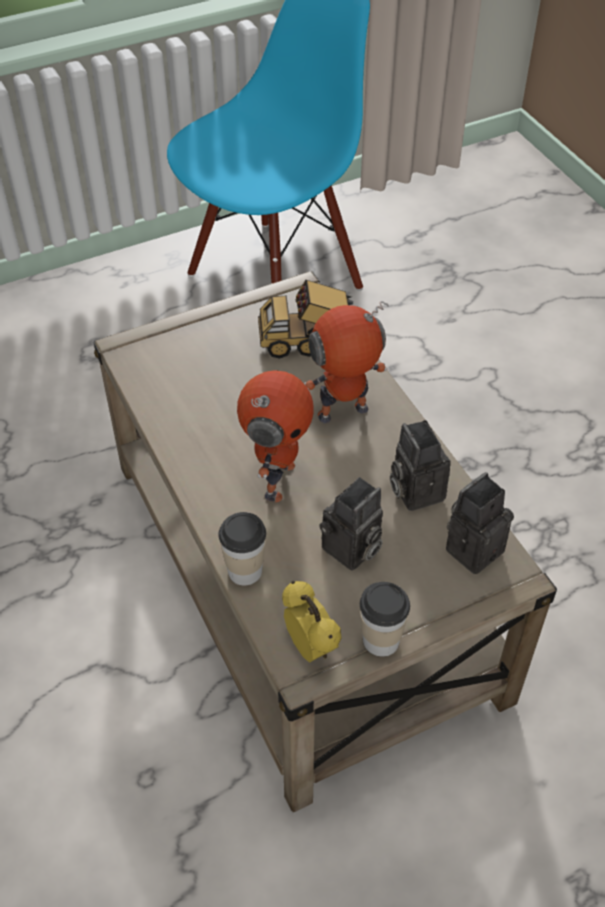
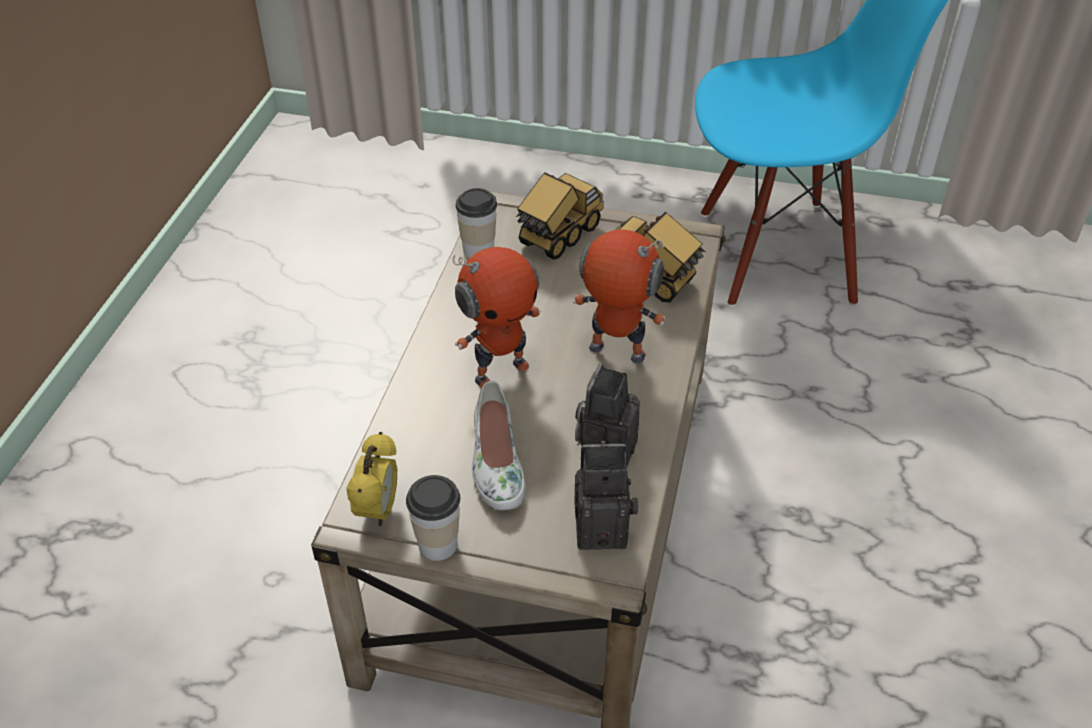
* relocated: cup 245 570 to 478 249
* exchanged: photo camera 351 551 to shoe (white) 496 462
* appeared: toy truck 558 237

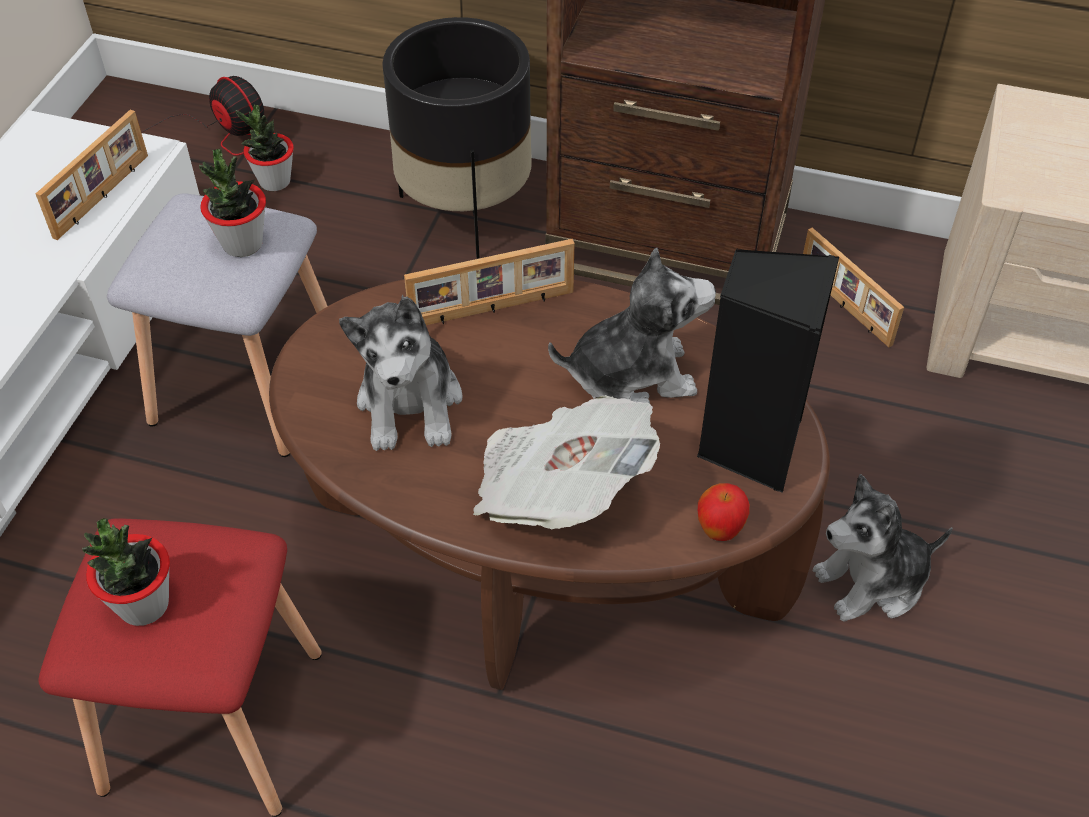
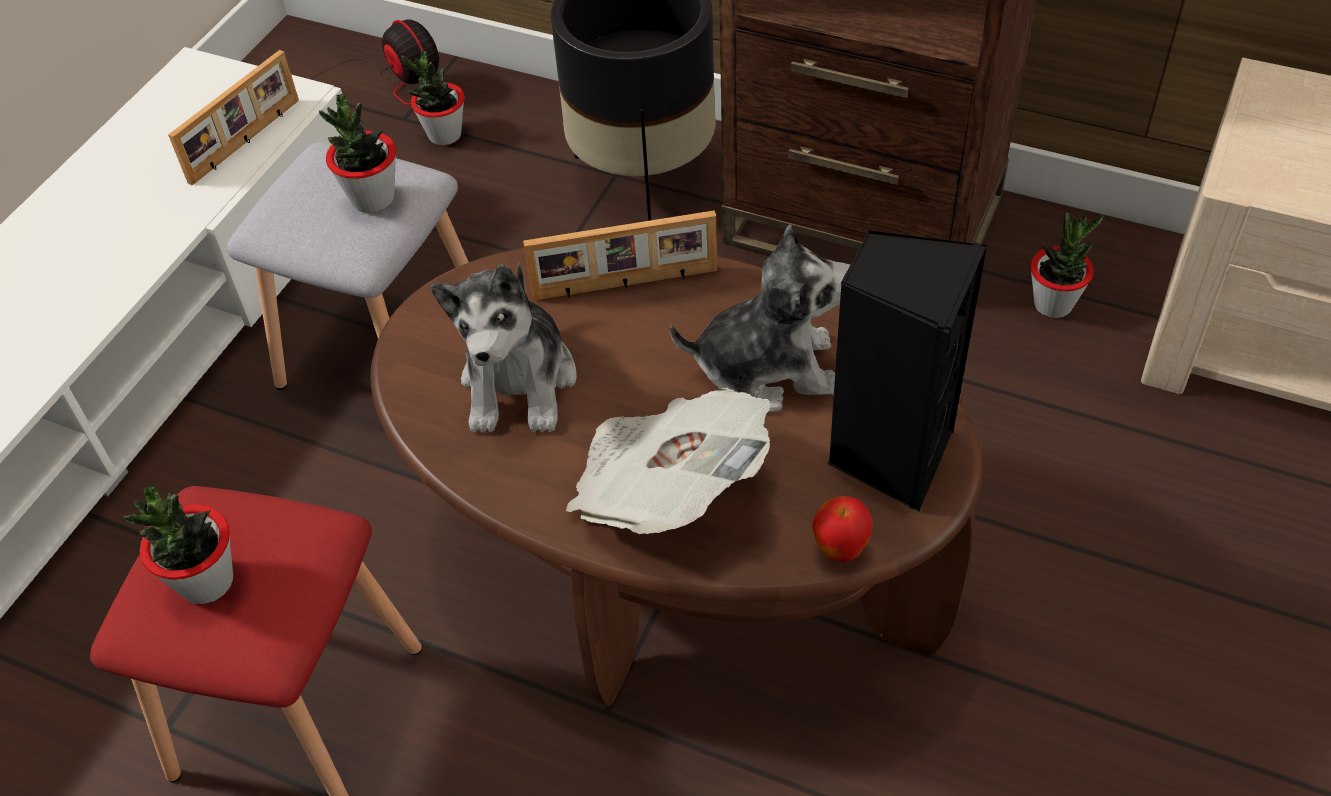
* exchanged: picture frame 843 306 to potted plant 1053 304
* missing: plush toy 872 582

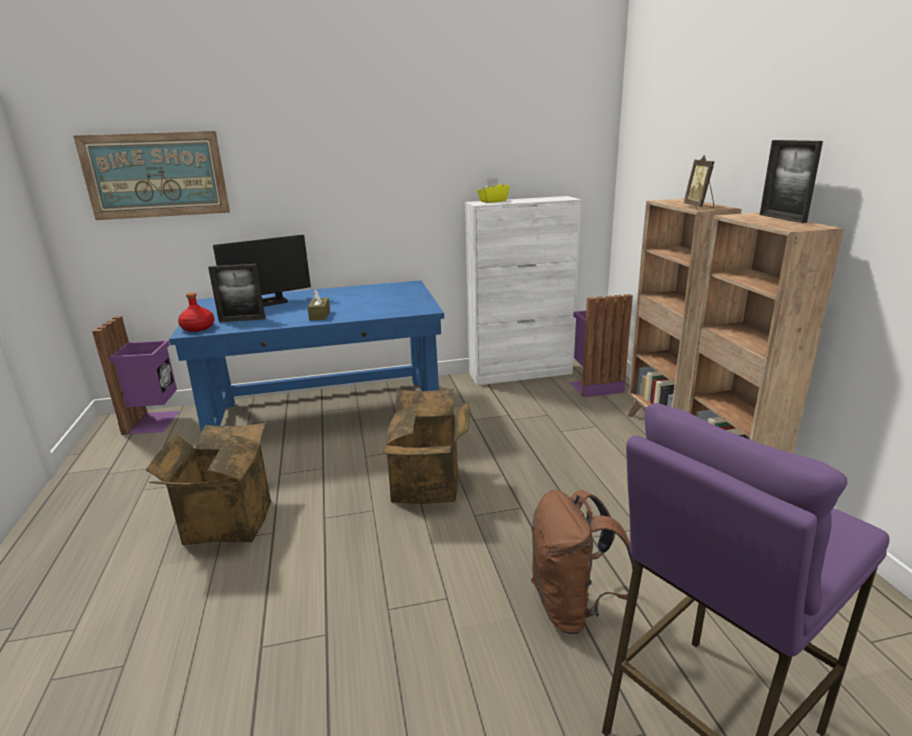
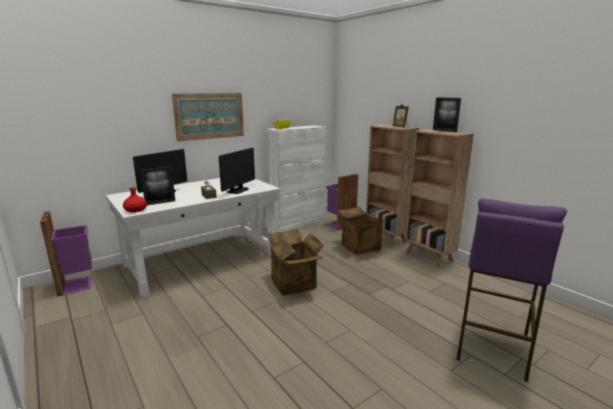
* colour: desk (blue) 327 414 to desk (white) 202 260
* relocated: picture 155 175 to 210 116
* appeared: monitor 237 190
* relocated: cardboard box 225 521 to 359 247
* missing: backpack (brown) 574 607

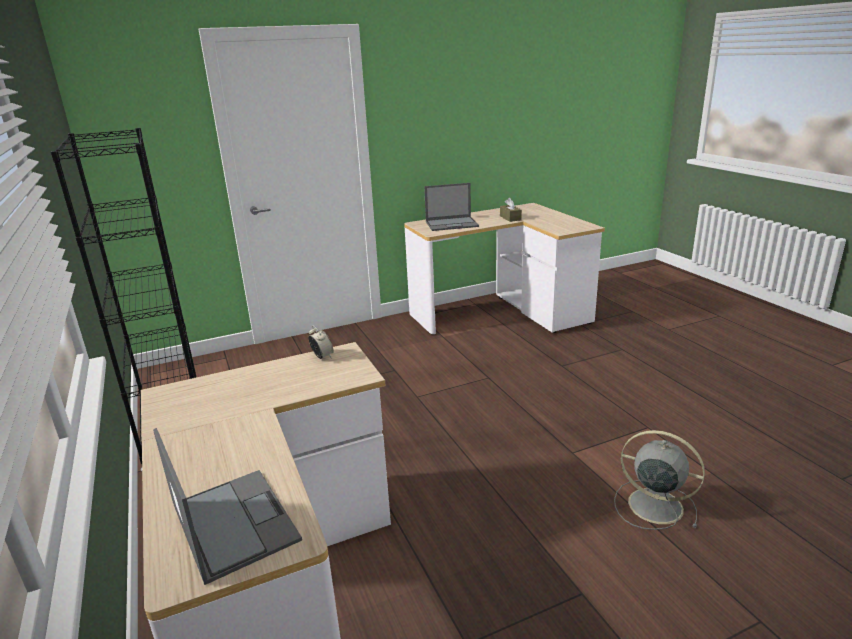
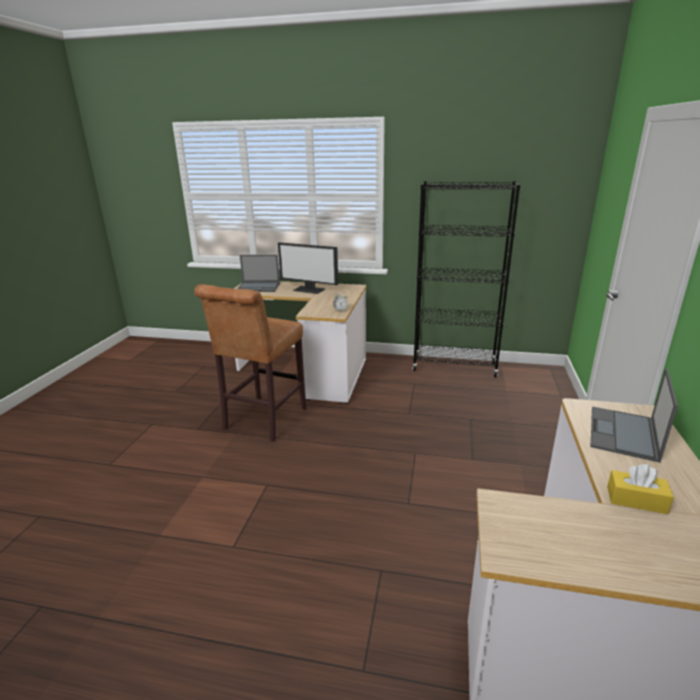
* appeared: stool (brown) 262 421
* appeared: monitor 309 289
* colour: tissue box (brown) 510 218 to tissue box (yellow) 636 500
* missing: fan (grey) 652 505

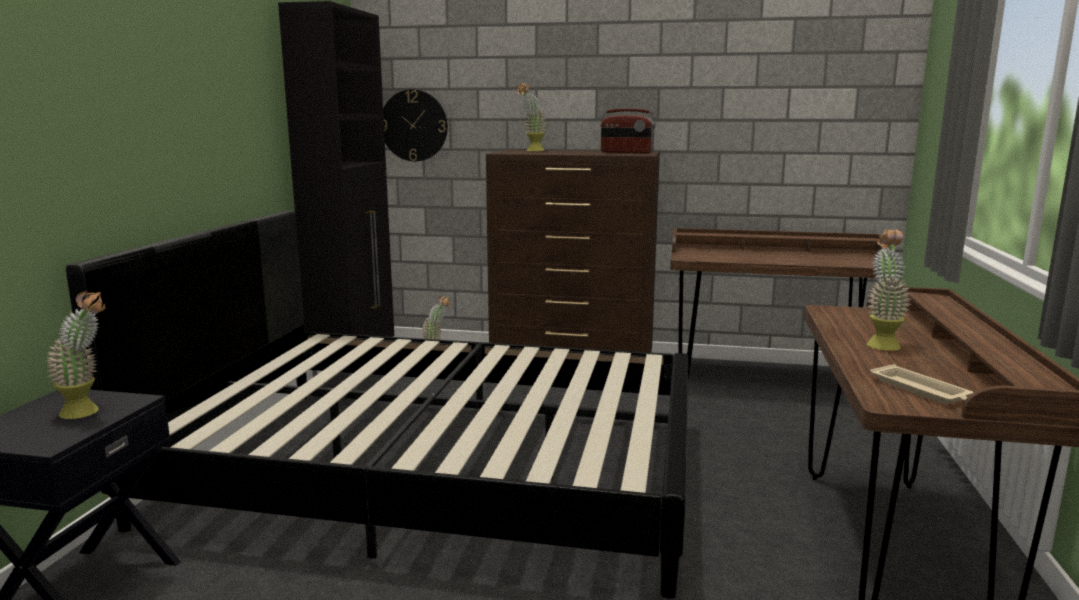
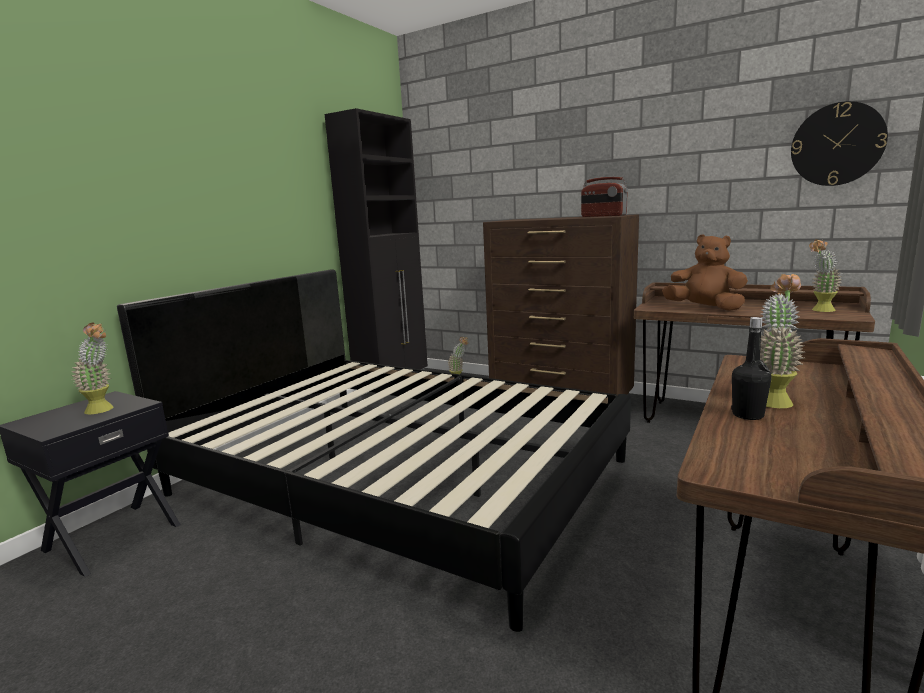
* appeared: plush toy (brown) 705 308
* appeared: bottle (black) 747 415
* relocated: wall clock 414 125 to 837 144
* relocated: potted plant 531 151 to 819 310
* missing: tray (beige) 920 390

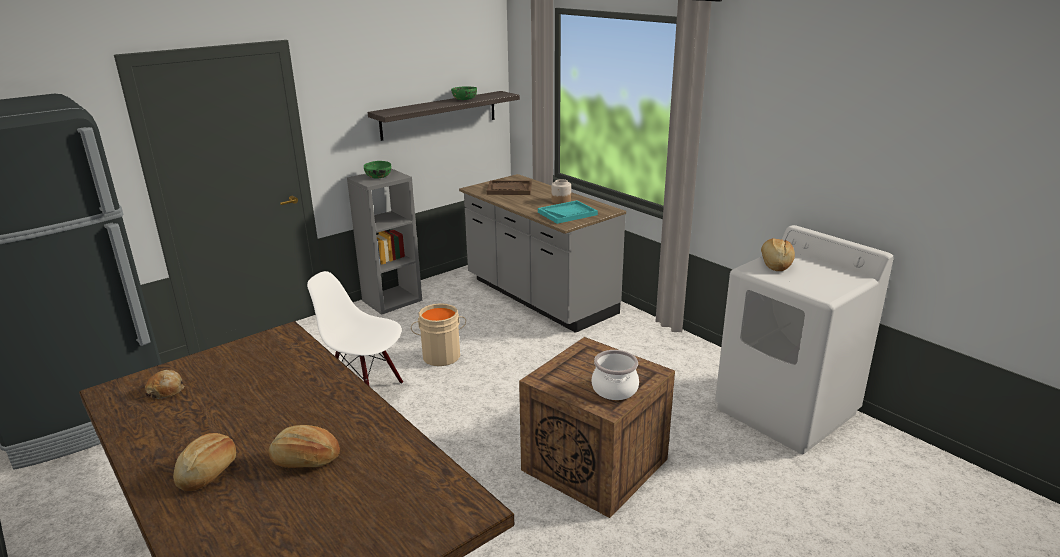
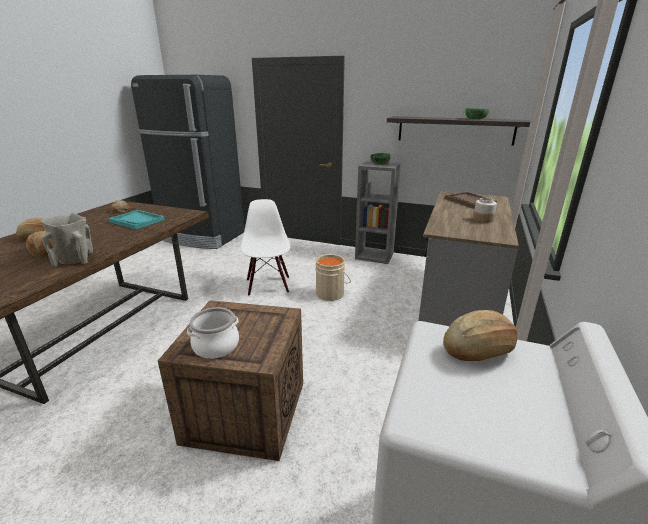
* appeared: vase (beige) 75 260
* relocated: tray (turquoise) 567 213 to 137 221

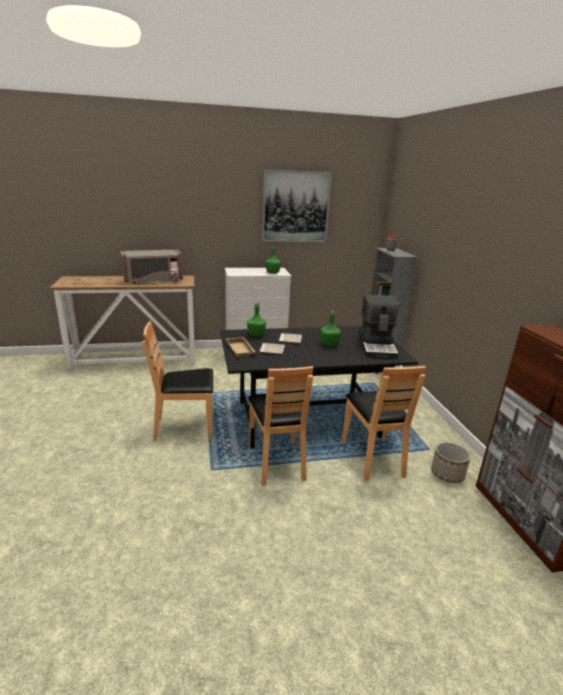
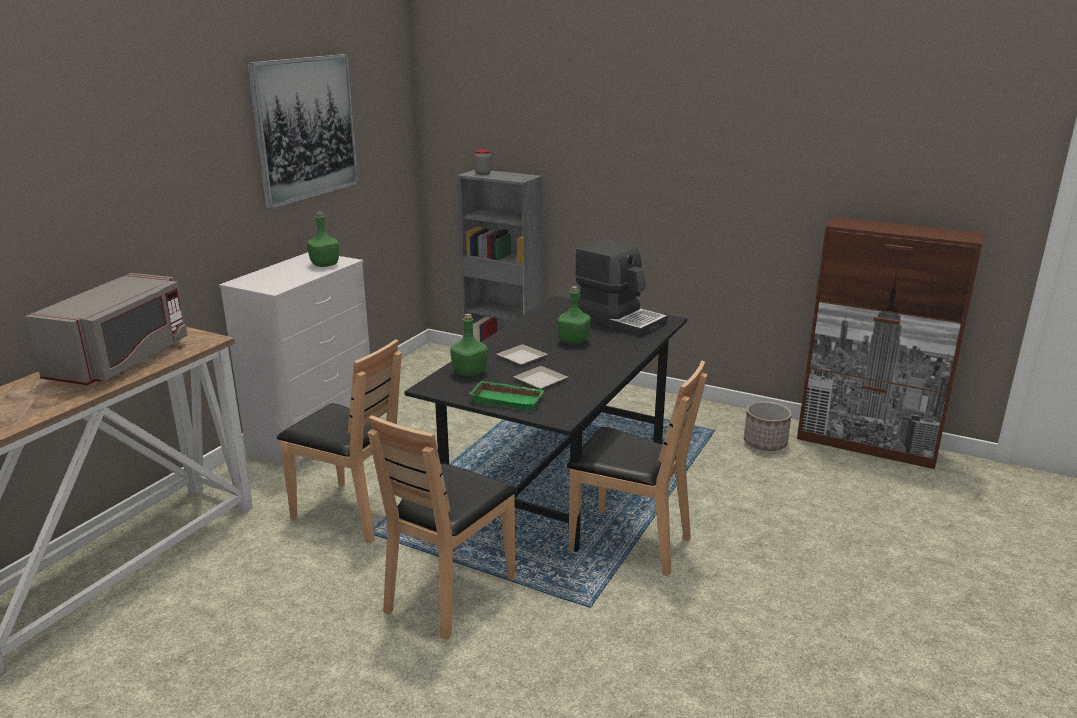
* relocated: chair (brown) 373 458 to 352 512
* colour: tray (beige) 241 349 to tray (green) 508 399

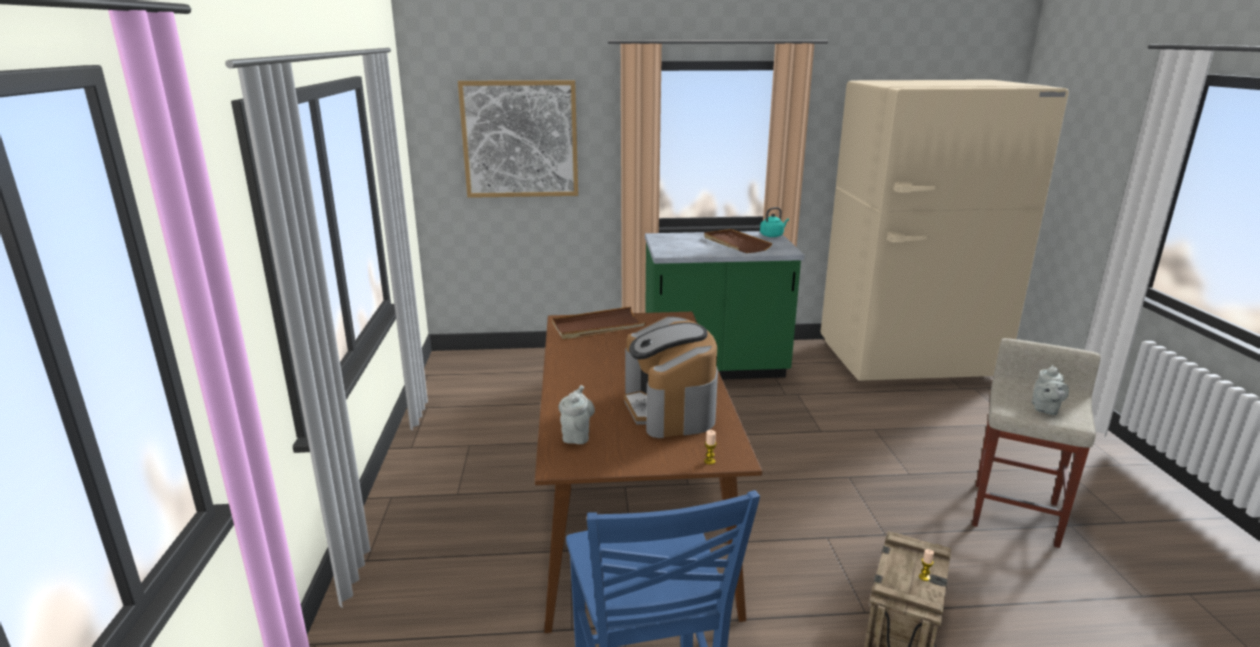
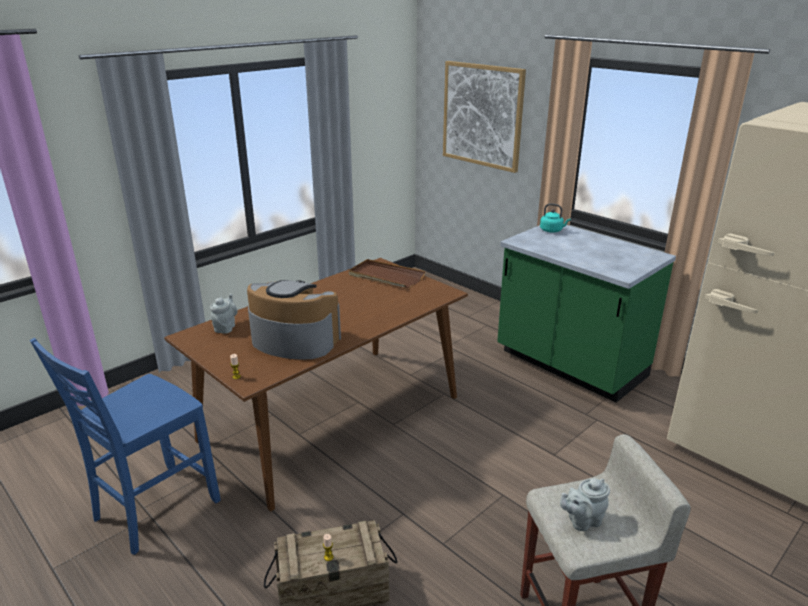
* spun: teapot (grey) 576 435 = 225 327 45 degrees counterclockwise
* spun: coffee machine 670 408 = 294 340 75 degrees clockwise
* relocated: kettle (turquoise) 772 235 to 552 230
* missing: tray (brown) 735 243

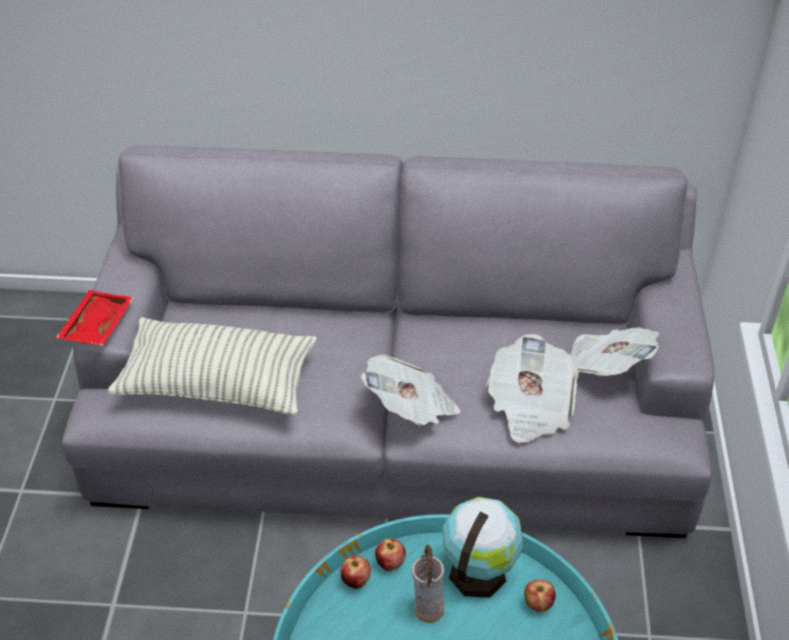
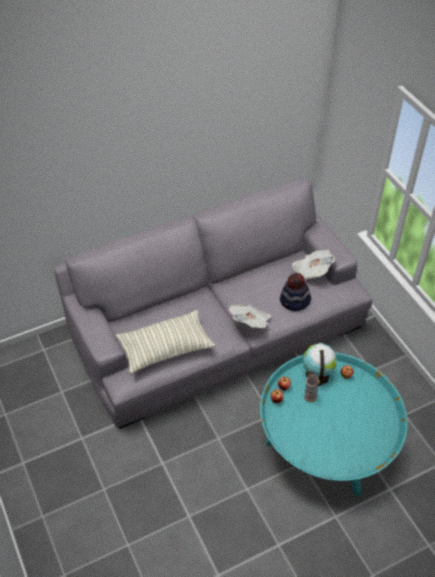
* exchanged: newspaper 530 407 to hat 295 301
* missing: tray (red) 96 325

